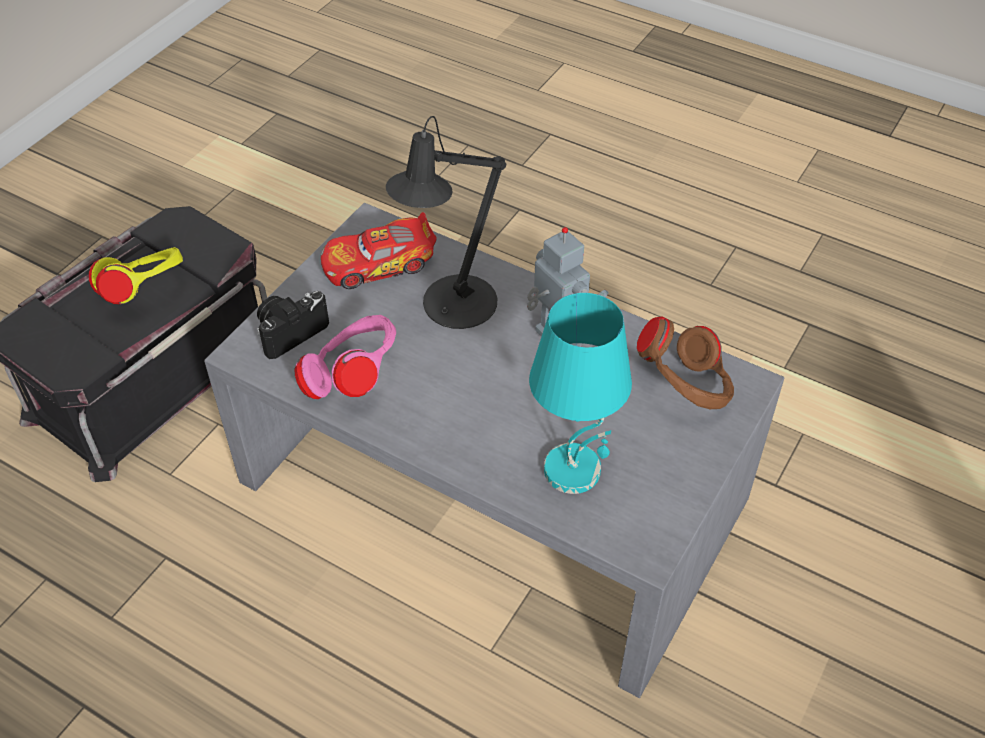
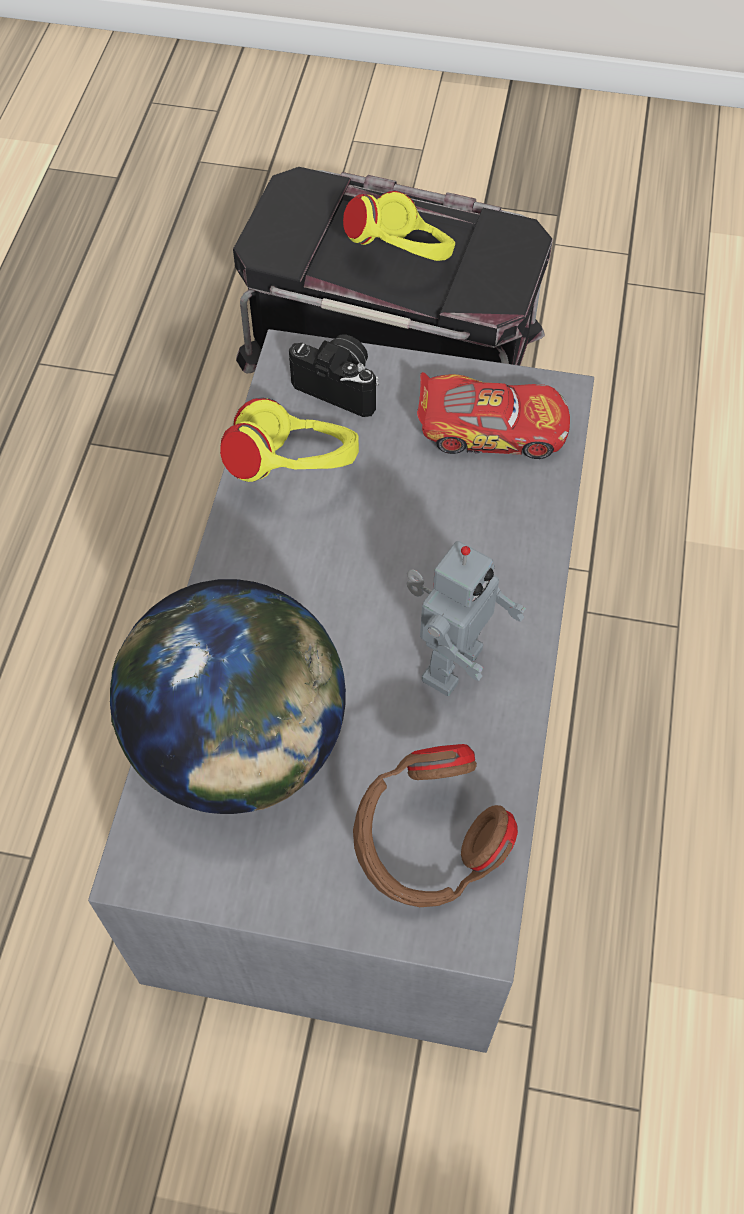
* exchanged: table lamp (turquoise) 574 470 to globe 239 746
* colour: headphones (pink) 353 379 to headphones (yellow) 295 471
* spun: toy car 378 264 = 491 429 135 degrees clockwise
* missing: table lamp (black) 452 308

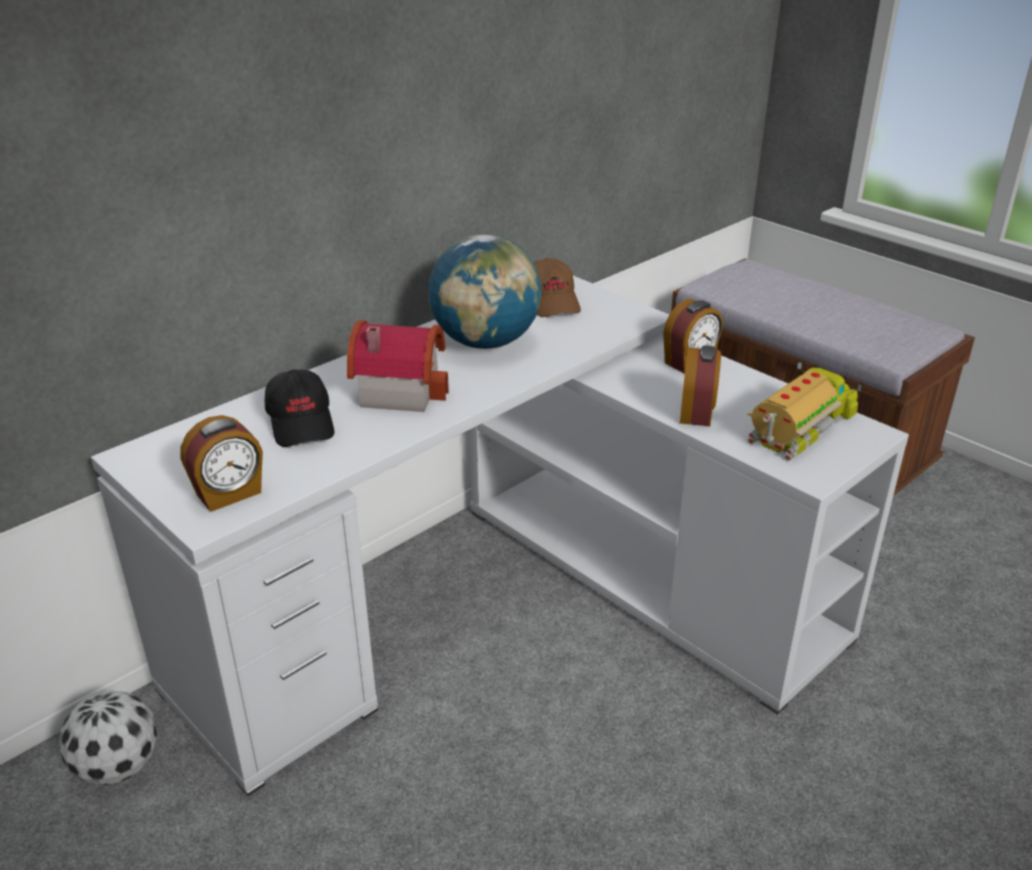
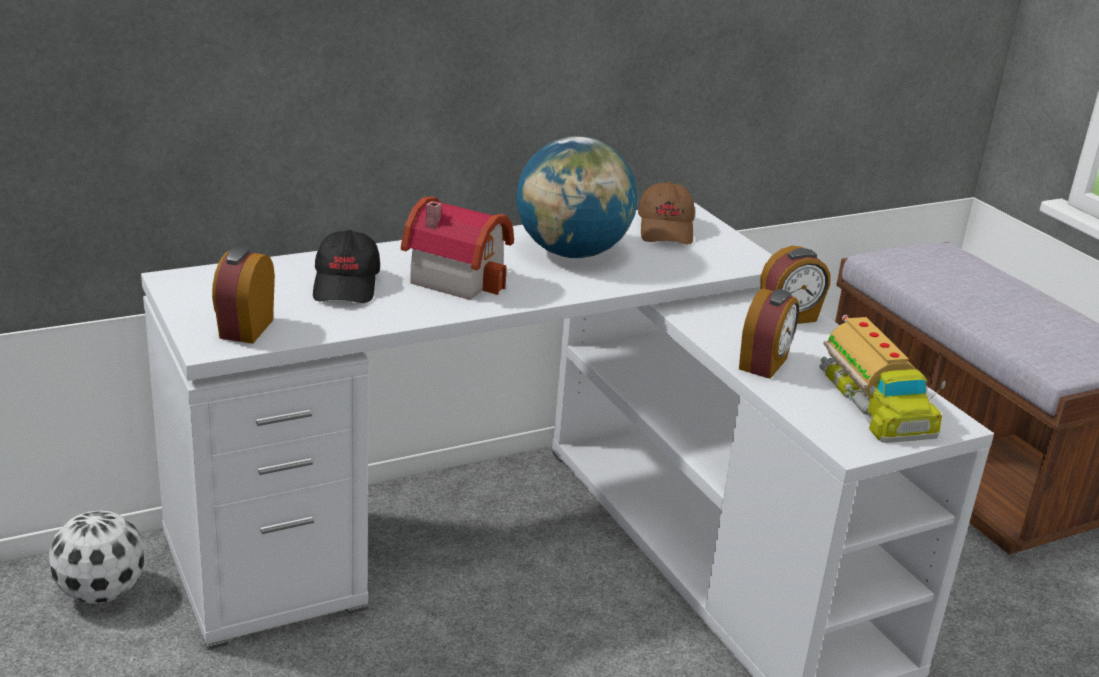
* spun: alarm clock 229 494 = 245 329 120 degrees clockwise
* spun: toy truck 802 428 = 872 401 105 degrees clockwise

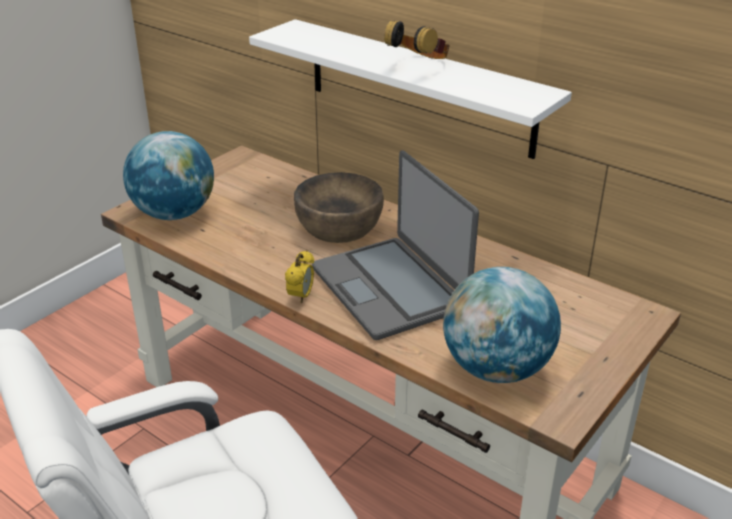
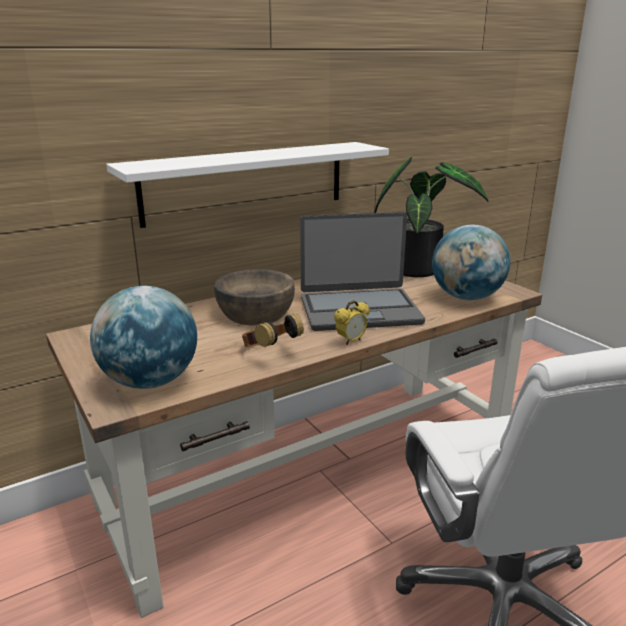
* relocated: headphones 419 65 to 270 352
* spun: alarm clock 301 297 = 351 341 105 degrees clockwise
* appeared: potted plant 418 268

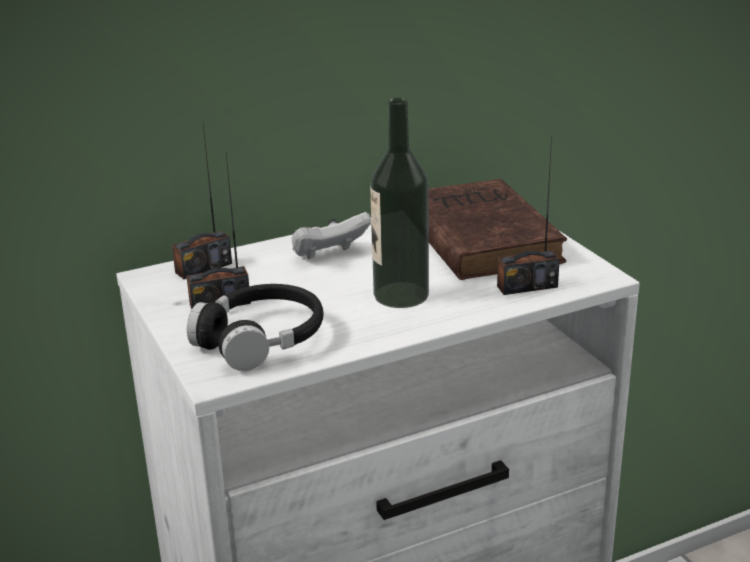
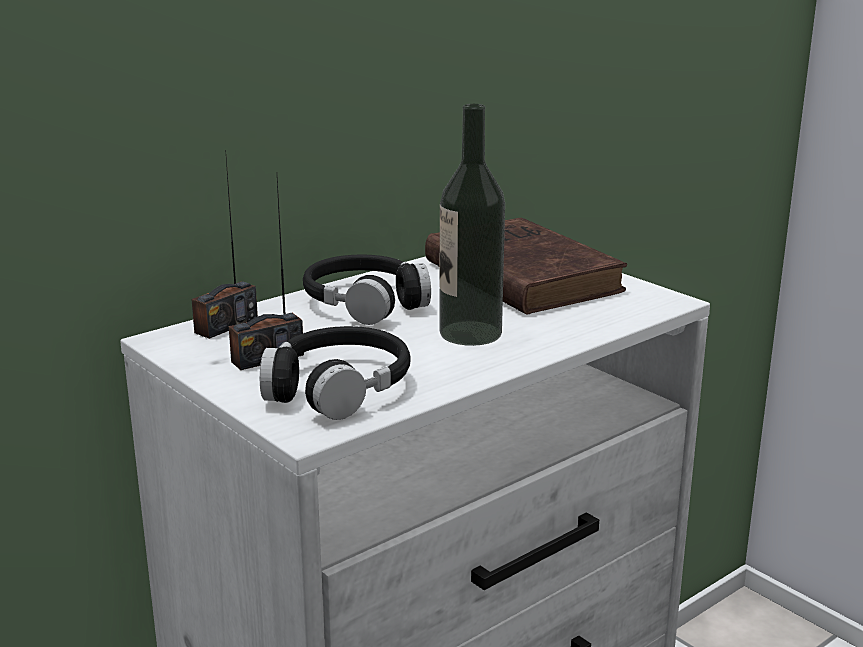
* exchanged: game controller (white) 329 255 to headphones (black) 365 303
* missing: radio 527 286

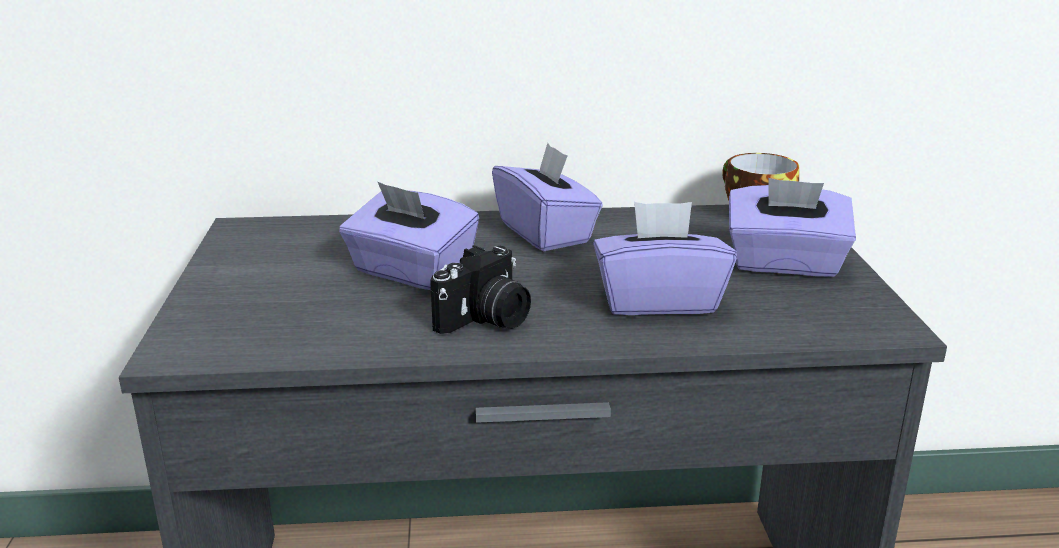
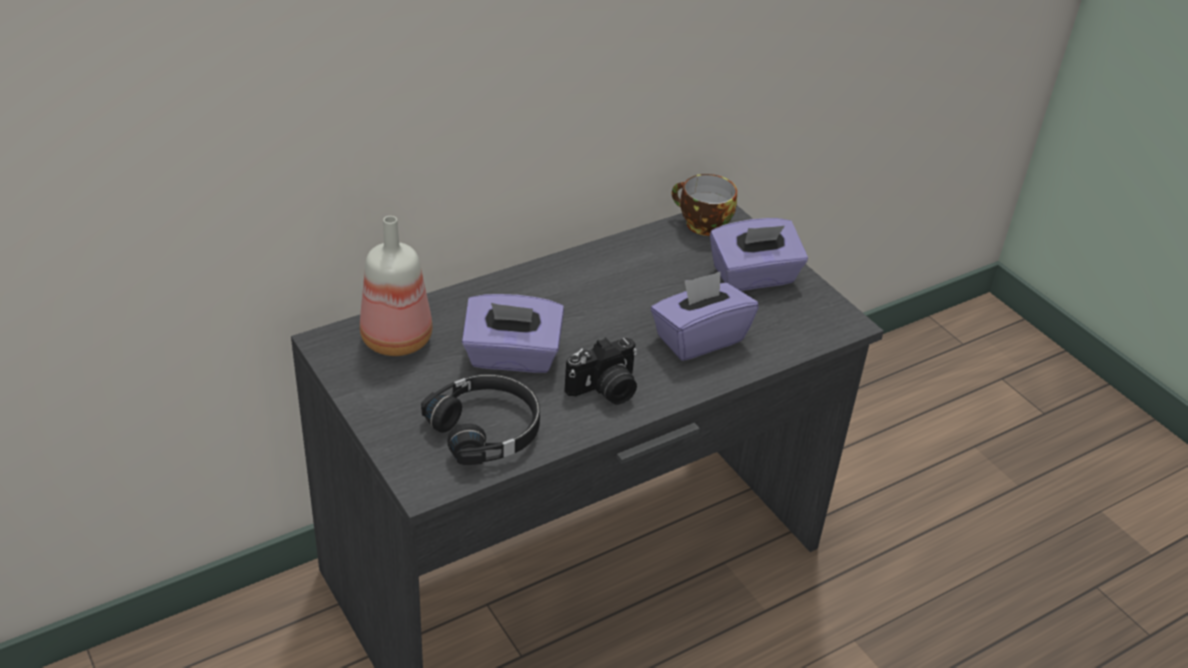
* appeared: bottle 399 340
* appeared: headphones (black) 486 429
* spun: photo camera 486 320 = 605 390 45 degrees clockwise
* missing: tissue box (purple) 546 232

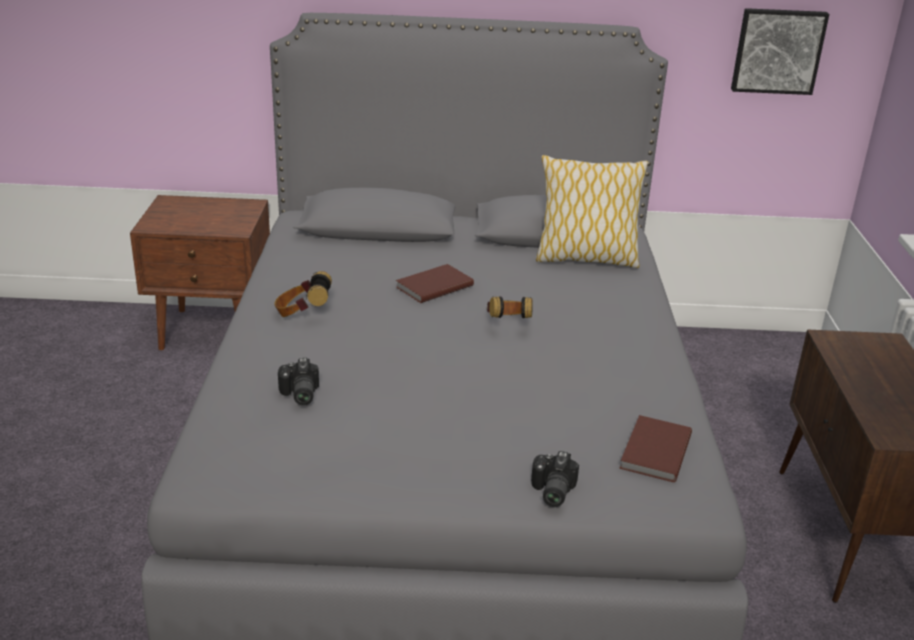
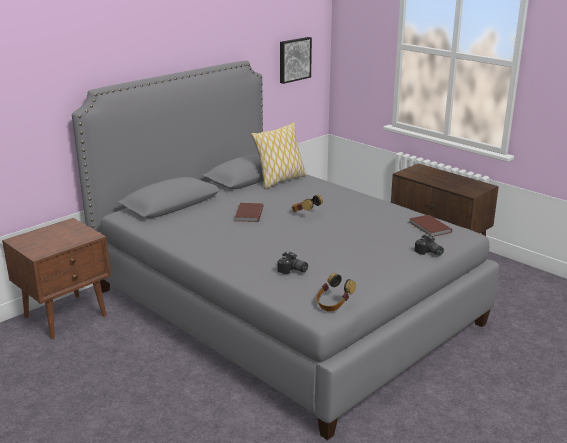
* relocated: headphones 303 314 to 333 305

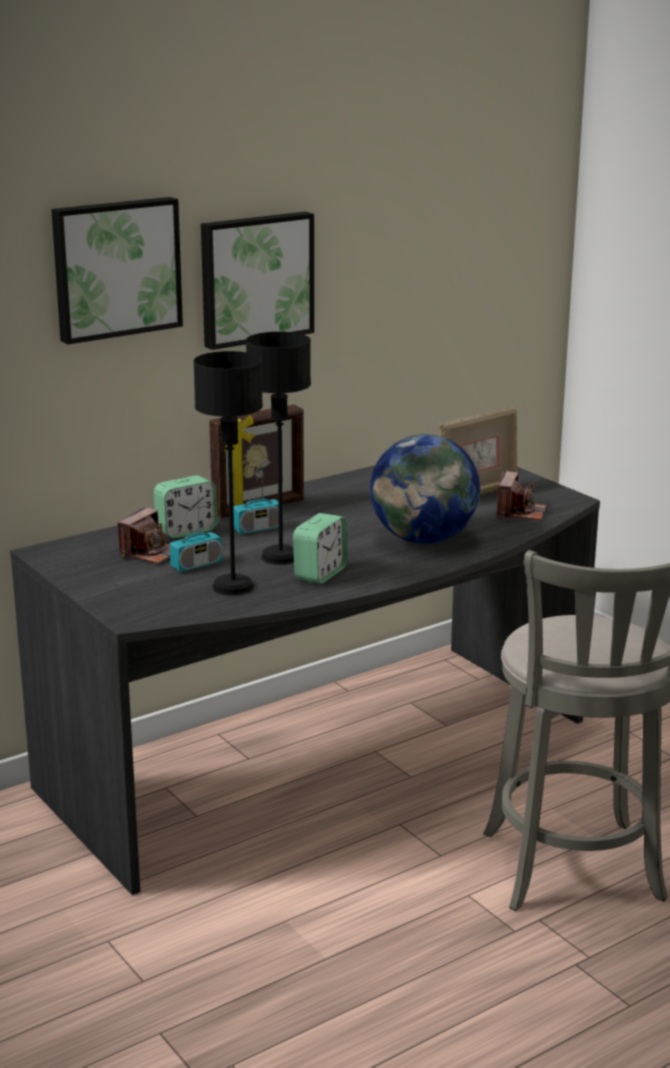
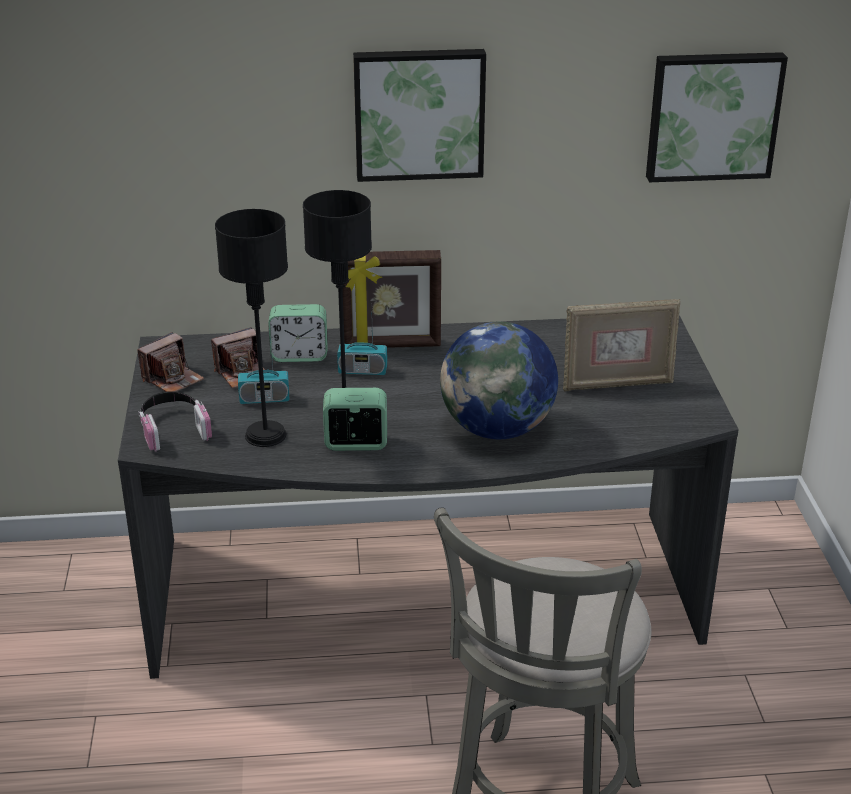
* relocated: photo camera 520 512 to 172 379
* appeared: headphones 173 428
* spun: alarm clock 320 574 = 356 443 150 degrees counterclockwise
* relocated: picture 115 268 to 712 115

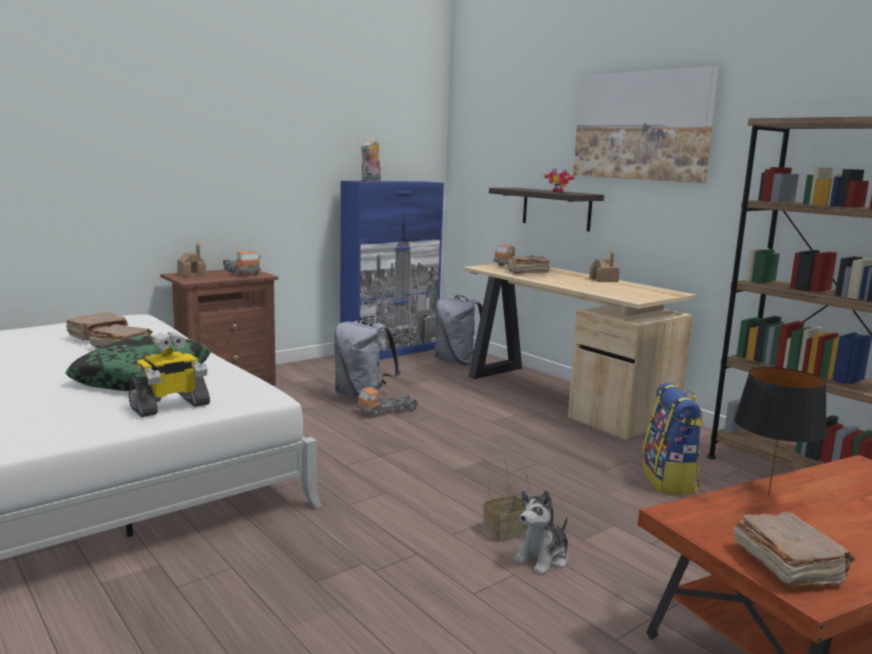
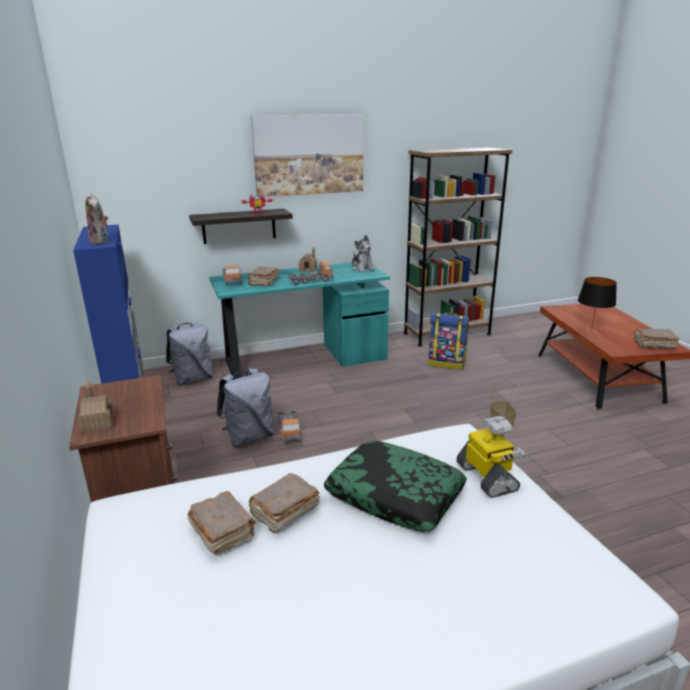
* colour: desk (beige) 561 396 to desk (turquoise) 302 359
* relocated: toy truck 241 272 to 311 281
* relocated: plush toy 542 558 to 362 268

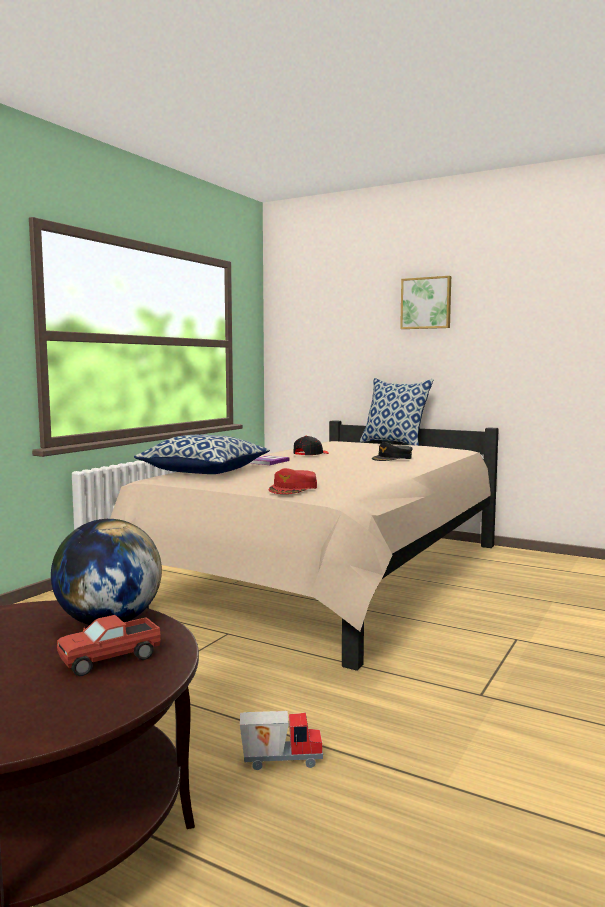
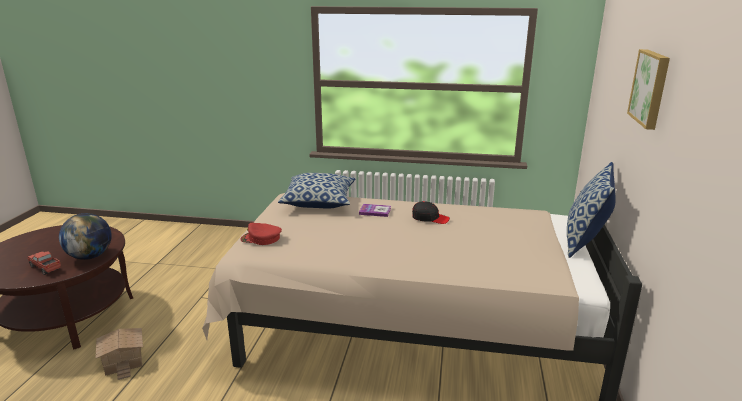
* exchanged: toy truck 281 760 to toy house 124 360
* missing: cap (black) 392 458

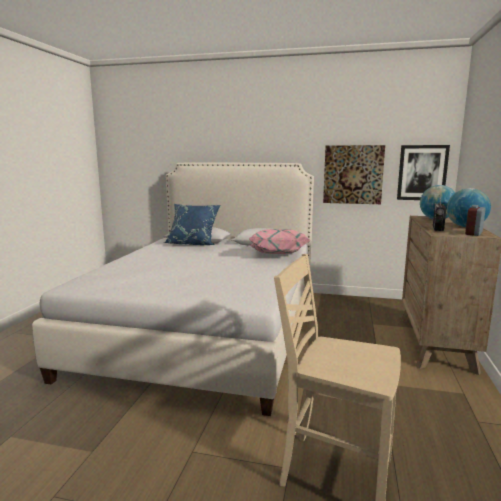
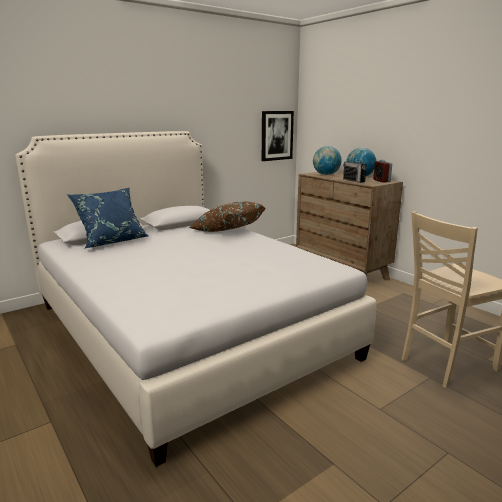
* colour: pillow (pink) 277 255 to pillow (brown) 227 230
* missing: picture 353 174

